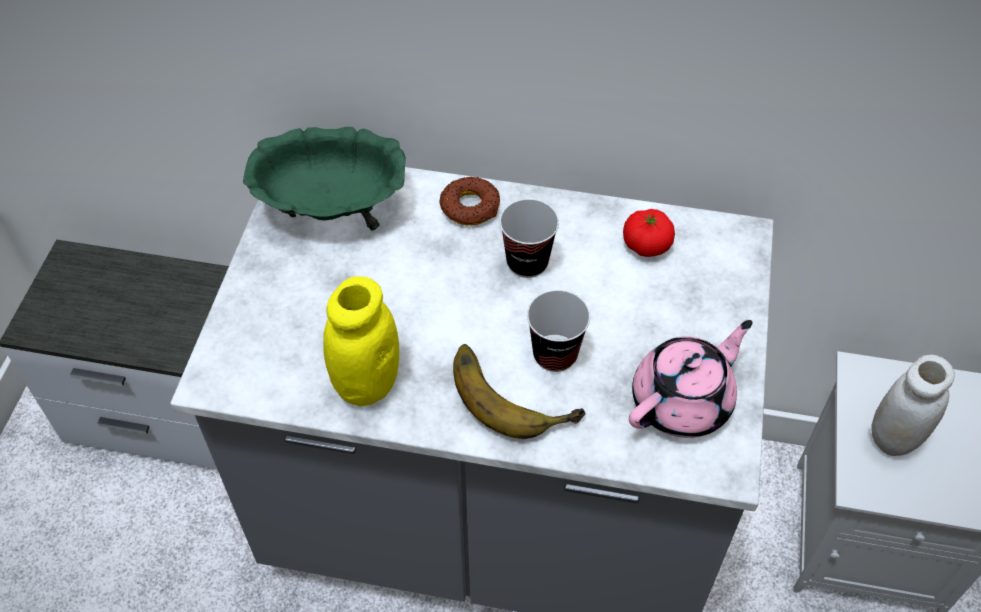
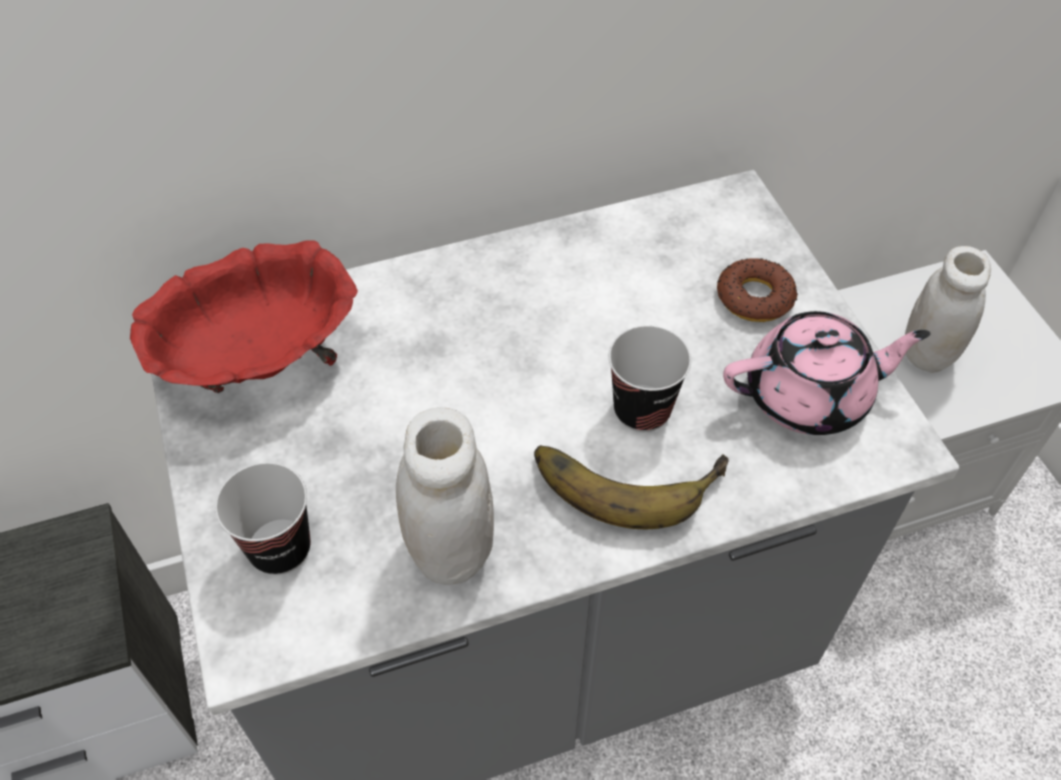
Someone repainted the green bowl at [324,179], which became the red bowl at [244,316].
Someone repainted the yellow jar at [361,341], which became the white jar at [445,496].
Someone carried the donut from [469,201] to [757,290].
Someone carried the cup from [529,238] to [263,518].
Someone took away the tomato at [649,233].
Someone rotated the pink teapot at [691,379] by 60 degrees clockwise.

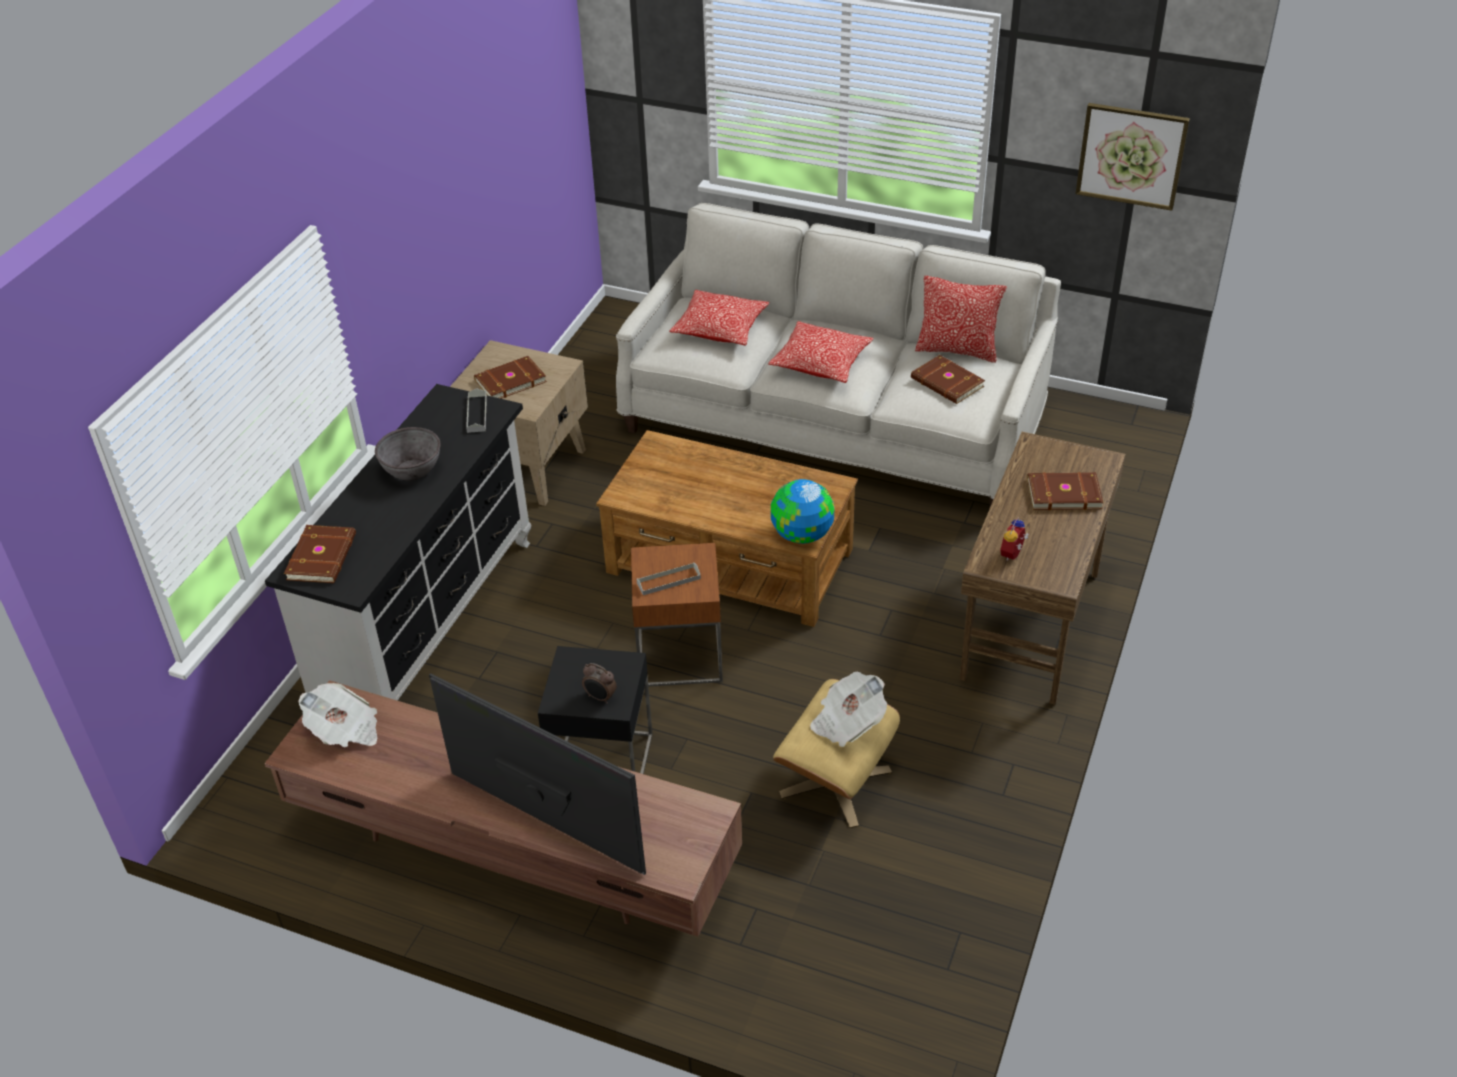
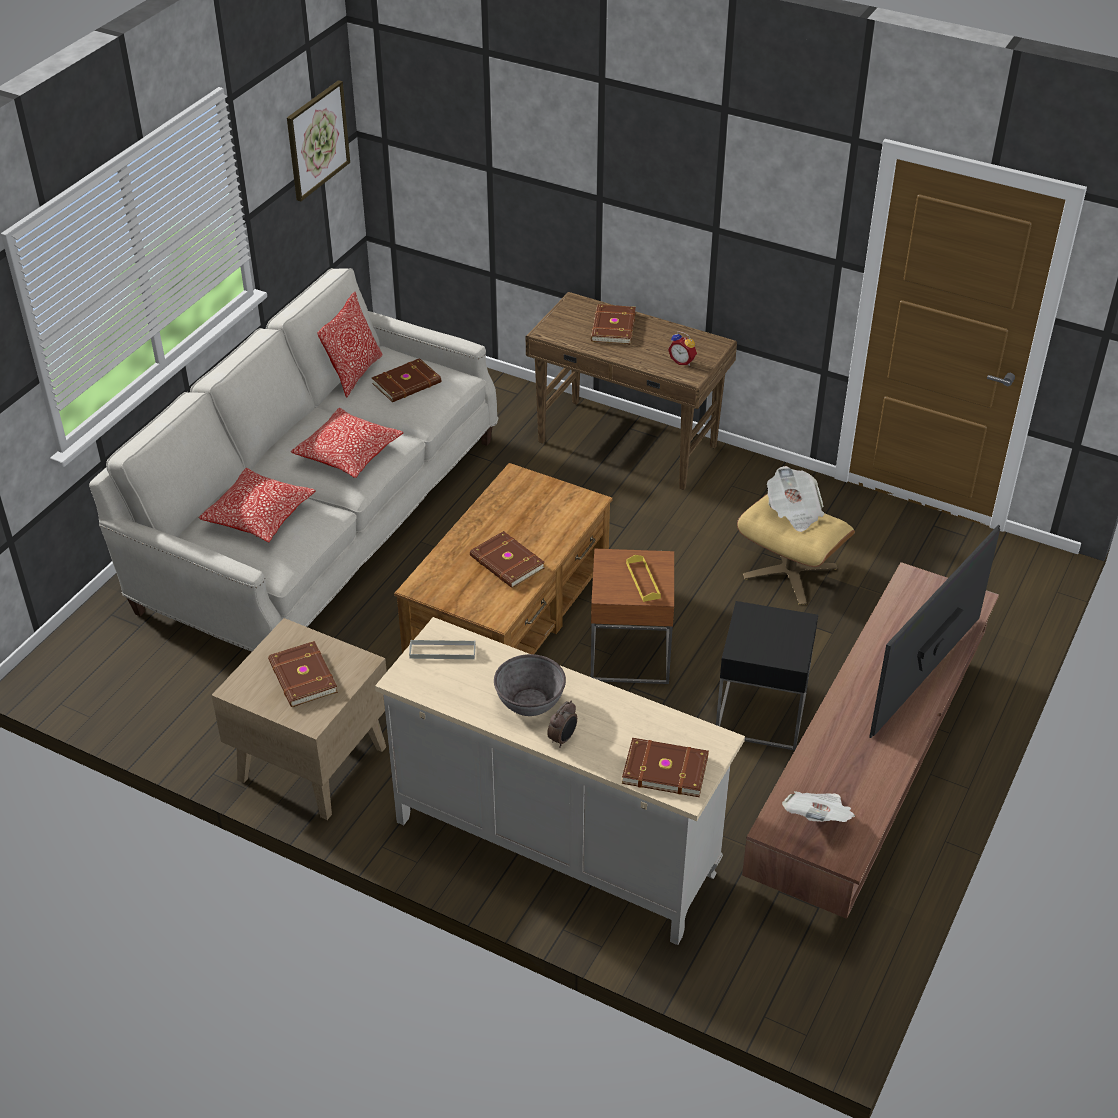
Someone repainted the black dresser at [398,542], which became the beige dresser at [560,781].
Someone carried the alarm clock from [599,683] to [562,724].
Someone repainted the grey tray at [669,578], which became the yellow tray at [643,578].
Someone took away the globe at [802,511].
Someone put down the brown book at [507,559].

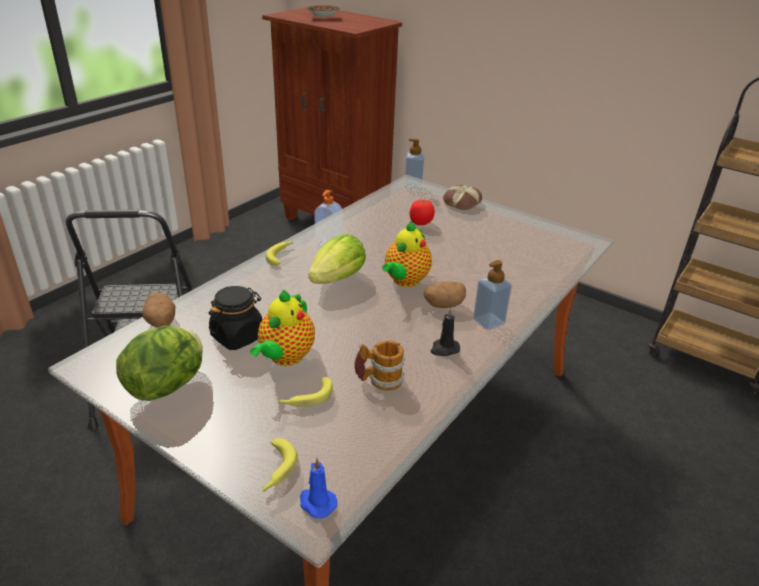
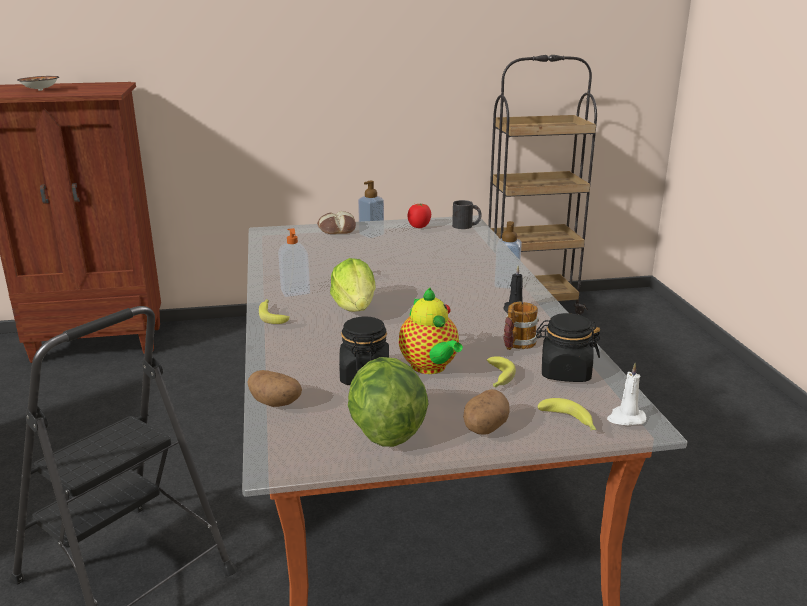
Someone repainted the blue candle at [318,488], which became the white candle at [627,394].
Someone took away the teapot at [407,254].
Someone carried the soap dispenser from [414,164] to [371,209].
Someone carried the tomato from [422,212] to [419,215].
Someone carried the potato from [444,294] to [486,412].
Someone put down the black mug at [467,214].
Someone put down the black jar at [568,347].

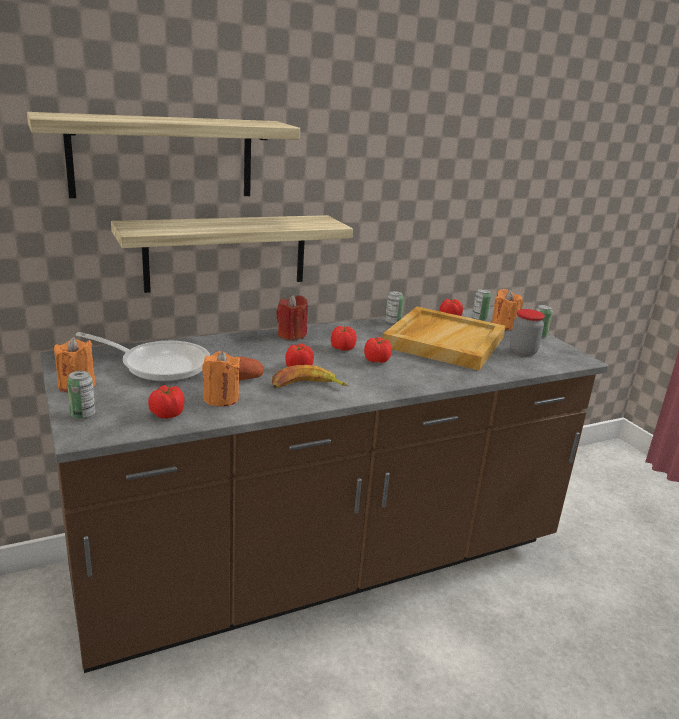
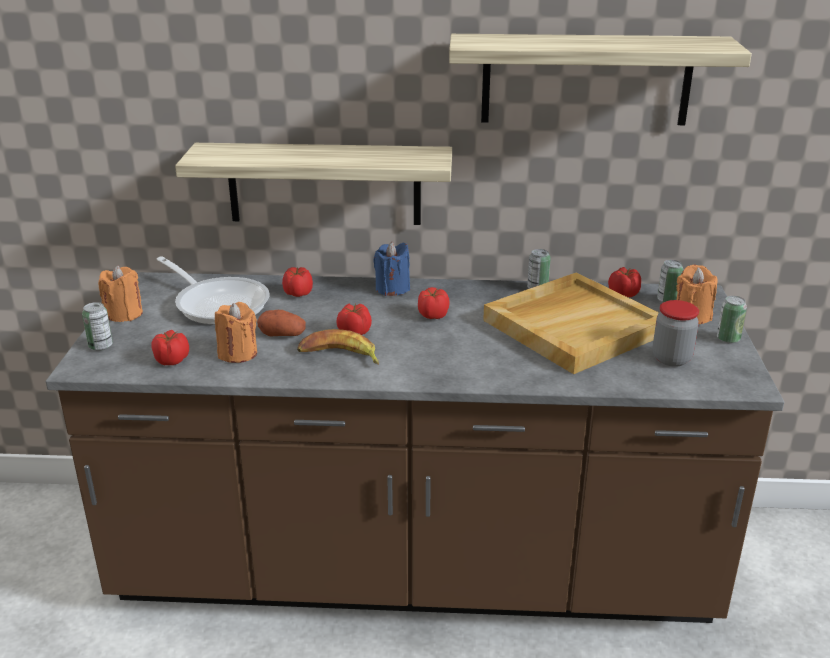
Someone carried the shelf from [163,155] to [600,79].
Someone repainted the red candle at [292,317], which became the blue candle at [391,268].
Someone carried the tomato from [378,350] to [297,282].

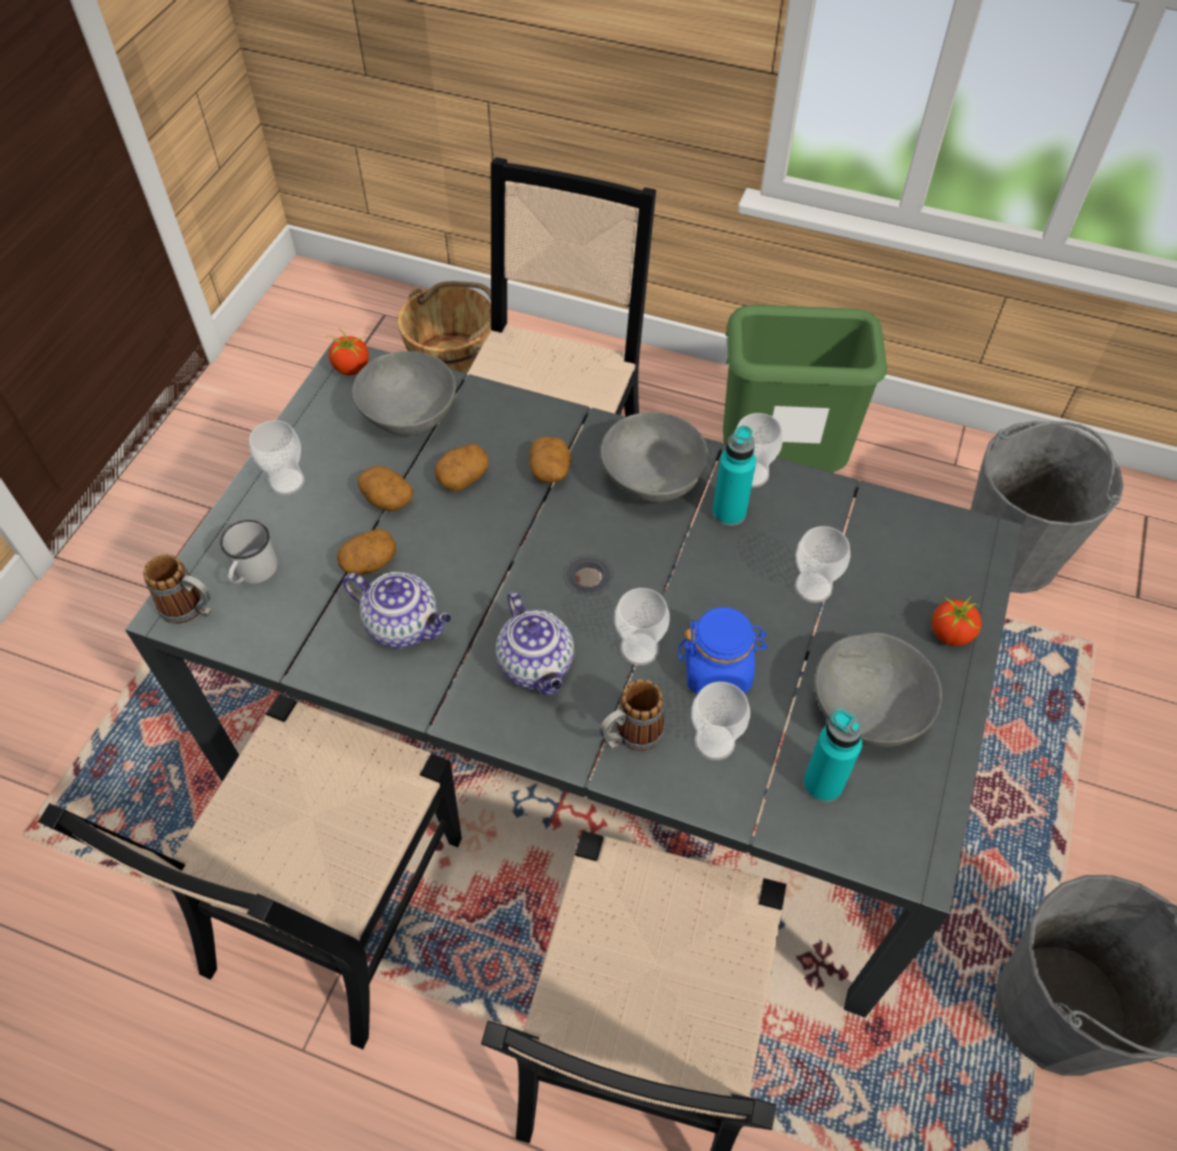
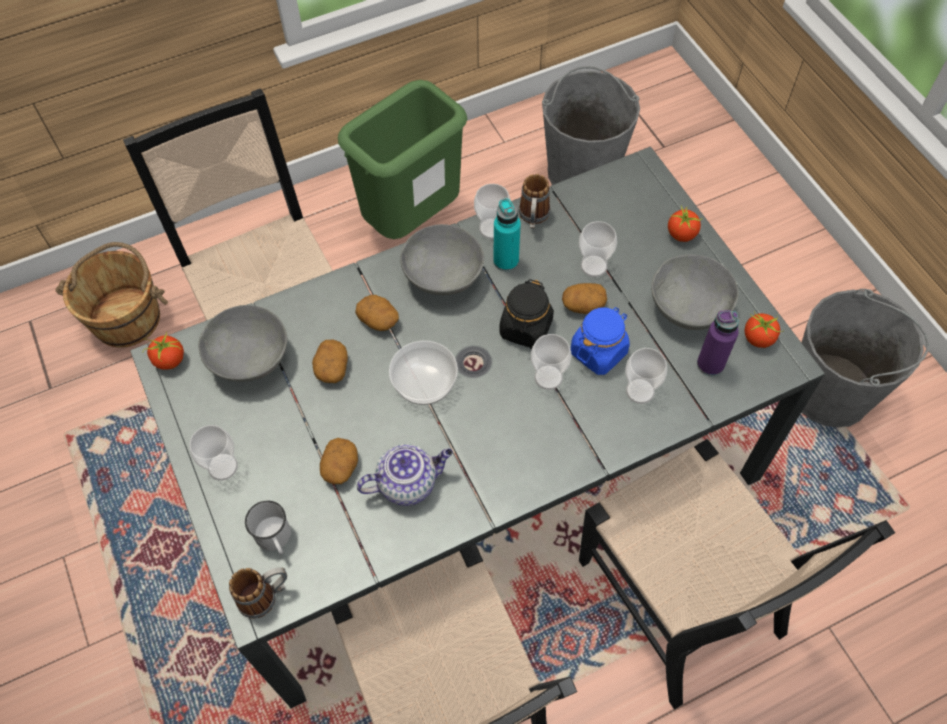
Someone carried the potato from [385,488] to [584,298].
Someone took away the teapot at [535,643].
Someone carried the mug from [632,715] to [534,201].
Someone repainted the turquoise bottle at [832,755], which became the purple bottle at [718,343].
Someone put down the bowl at [423,373].
Someone put down the black jar at [526,313].
Someone put down the tomato at [764,329].

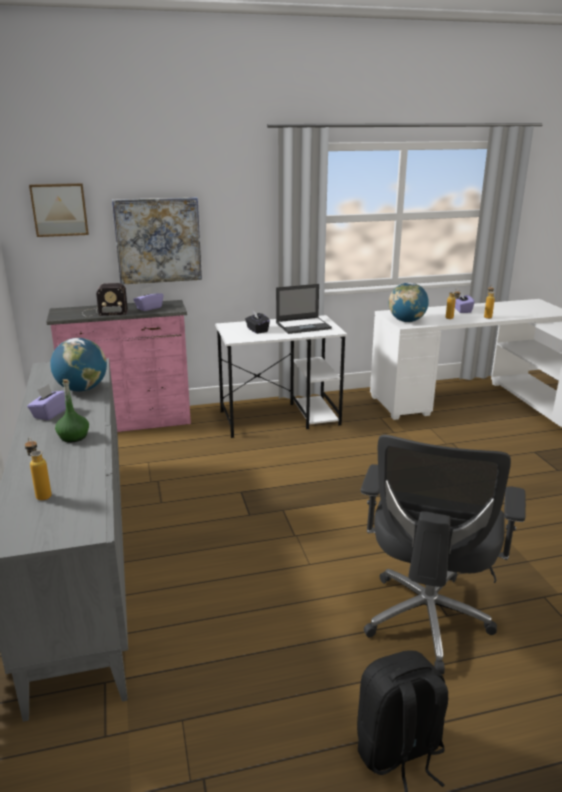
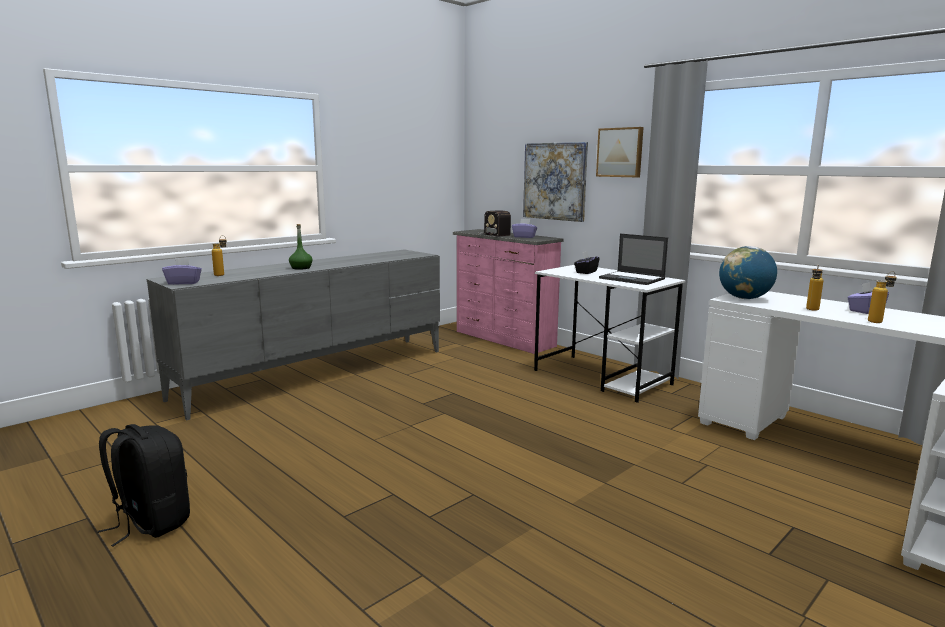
Someone carried the purple tissue box from [46,402] to [182,271].
Someone carried the picture from [59,210] to [619,152].
Someone took away the globe at [78,365].
Someone took away the office chair at [443,554].

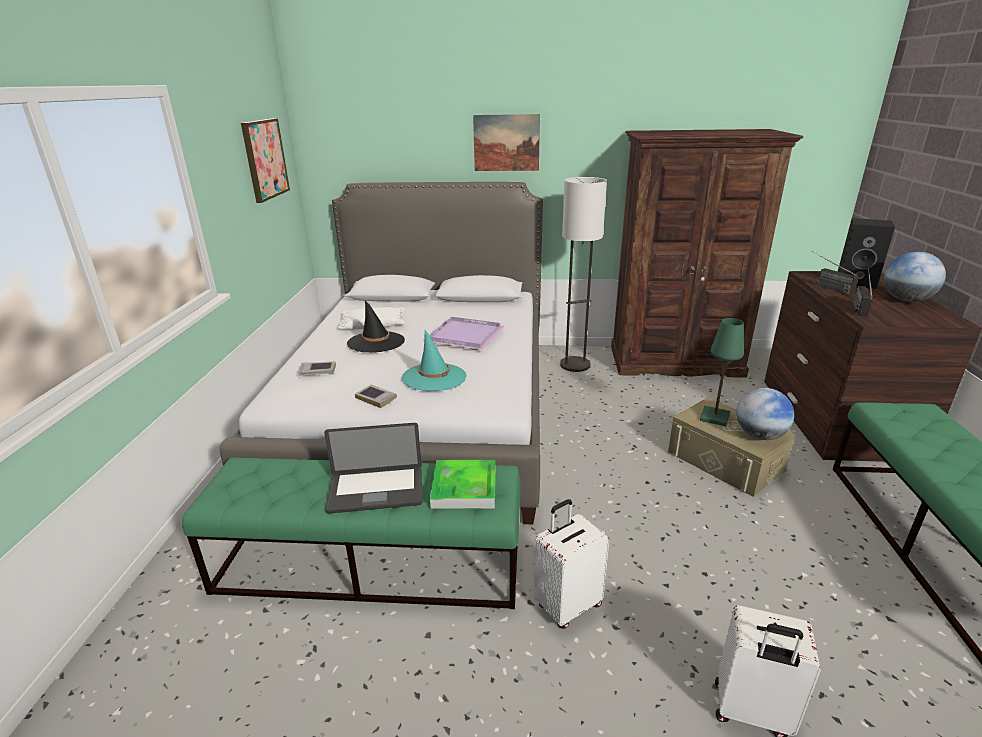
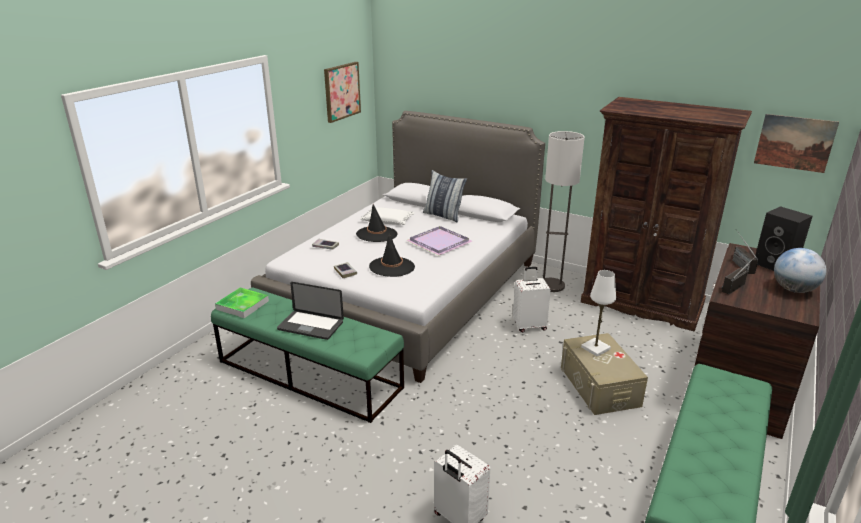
Someone repainted the turquoise hat at [434,360], which became the black hat at [392,255].
Someone carried the tray from [462,484] to [242,302].
Someone carried the picture from [506,142] to [796,143].
Someone carried the white suitcase from [571,564] to [532,299].
Someone repainted the green table lamp at [722,372], which became the white table lamp at [598,313].
Someone took away the globe at [765,414].
Someone put down the pillow at [445,196].

